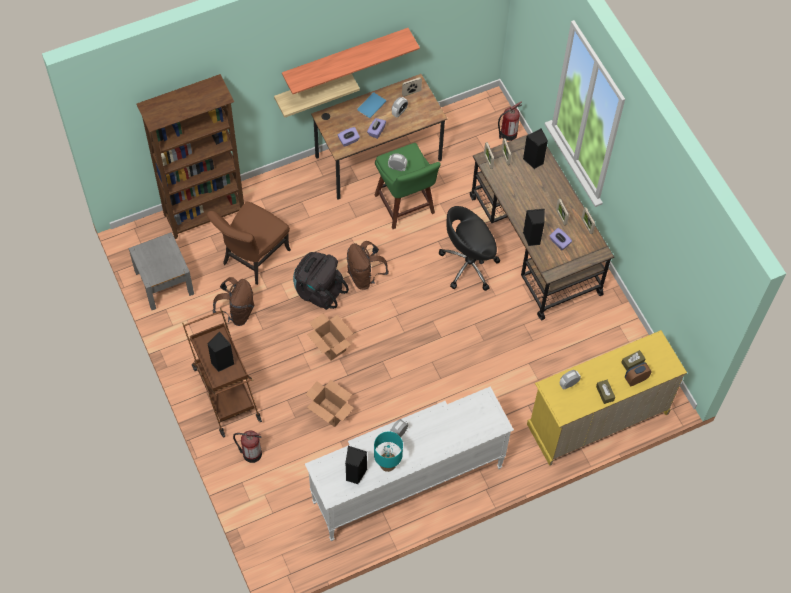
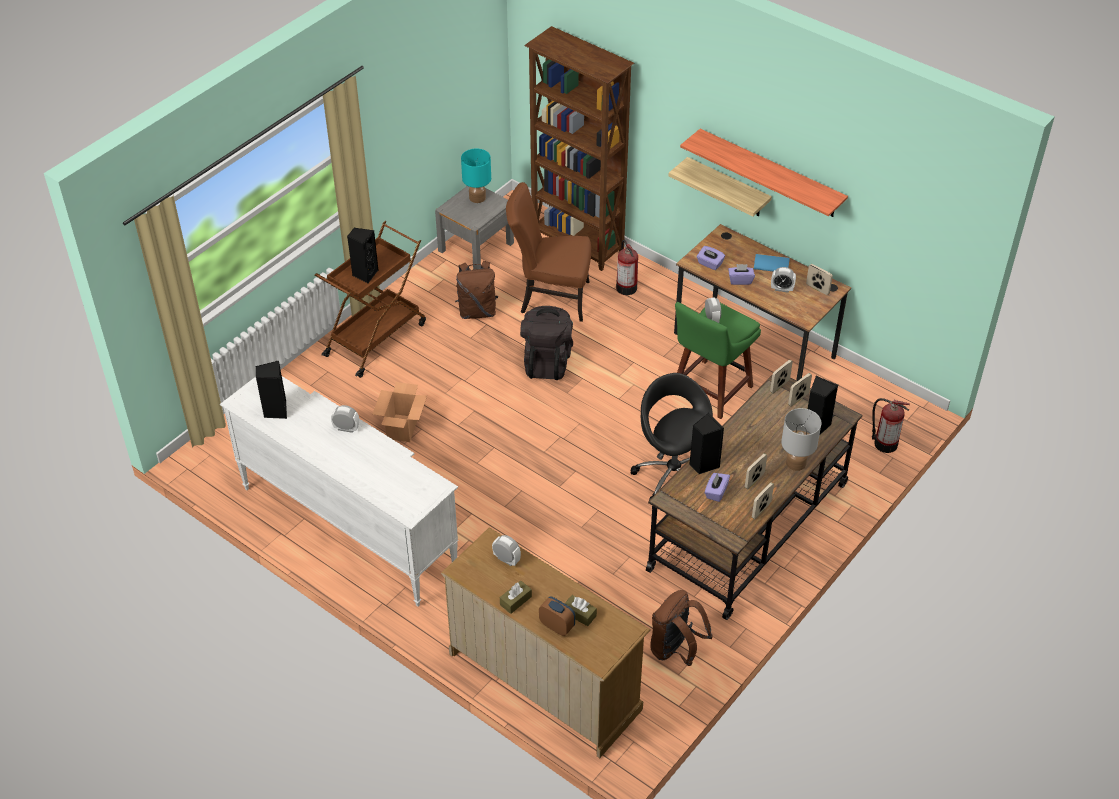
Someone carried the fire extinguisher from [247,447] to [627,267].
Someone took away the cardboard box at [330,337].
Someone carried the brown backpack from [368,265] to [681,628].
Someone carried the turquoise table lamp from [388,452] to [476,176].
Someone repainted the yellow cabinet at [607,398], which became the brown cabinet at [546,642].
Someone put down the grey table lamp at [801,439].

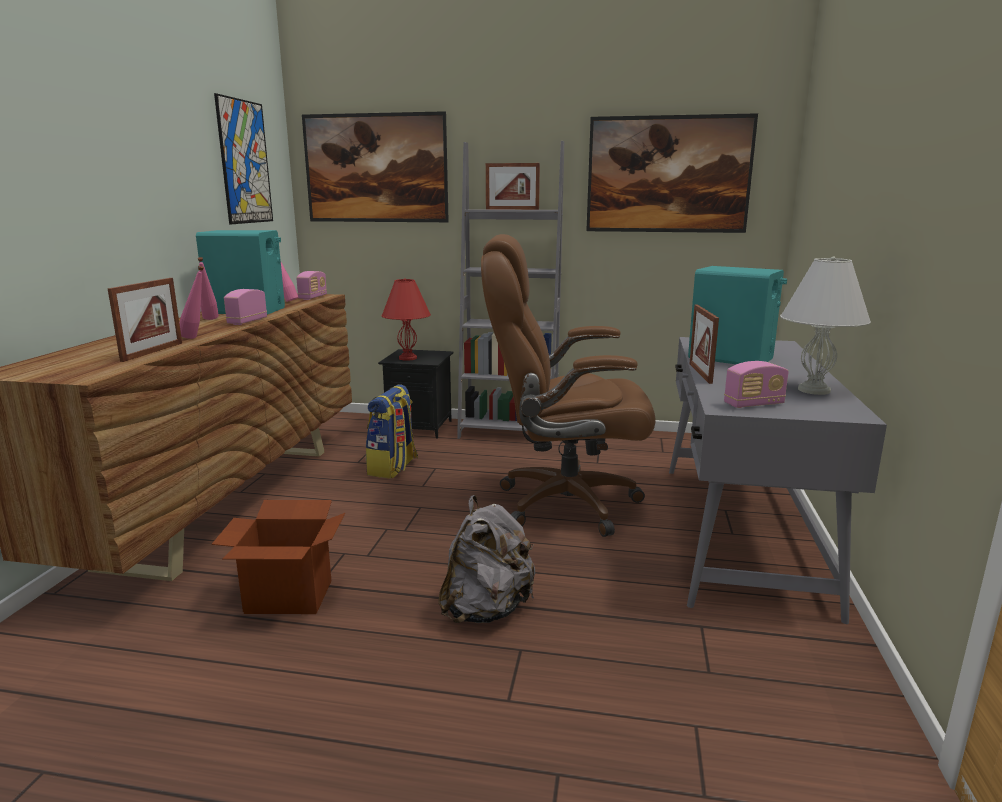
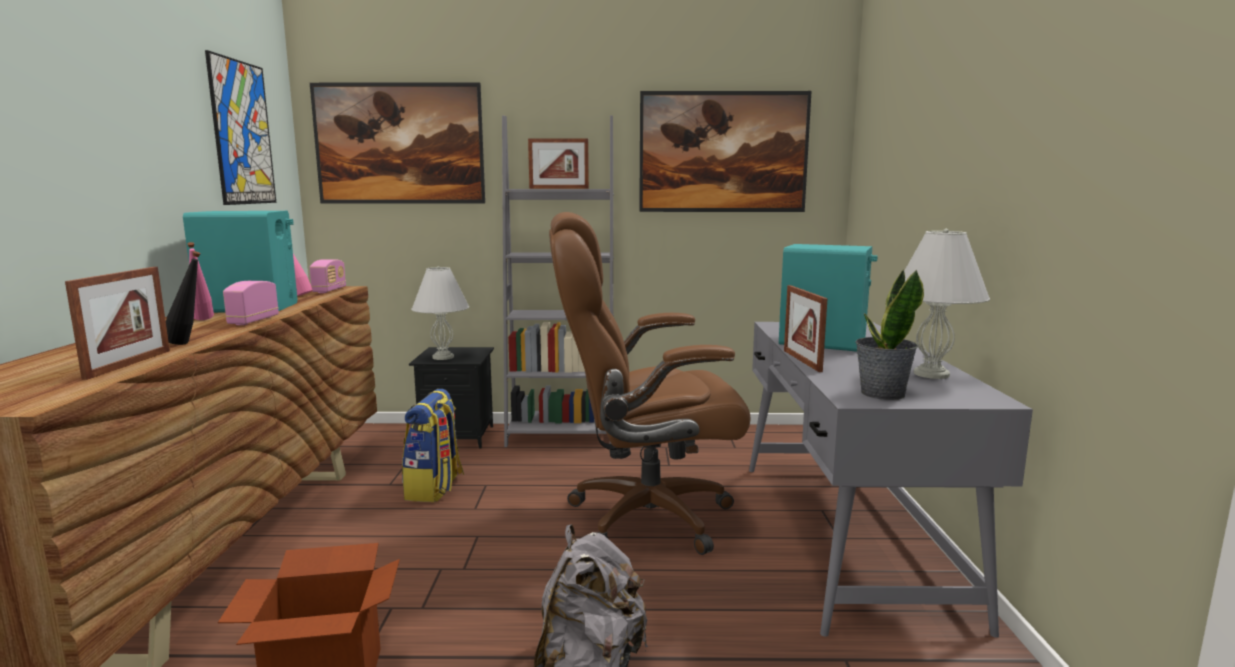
Someone repainted the pink bottle at [191,302], which became the black bottle at [183,298].
Someone repainted the red table lamp at [406,319], which became the white table lamp at [440,313].
Someone swapped the radio at [756,384] for the potted plant at [889,334].

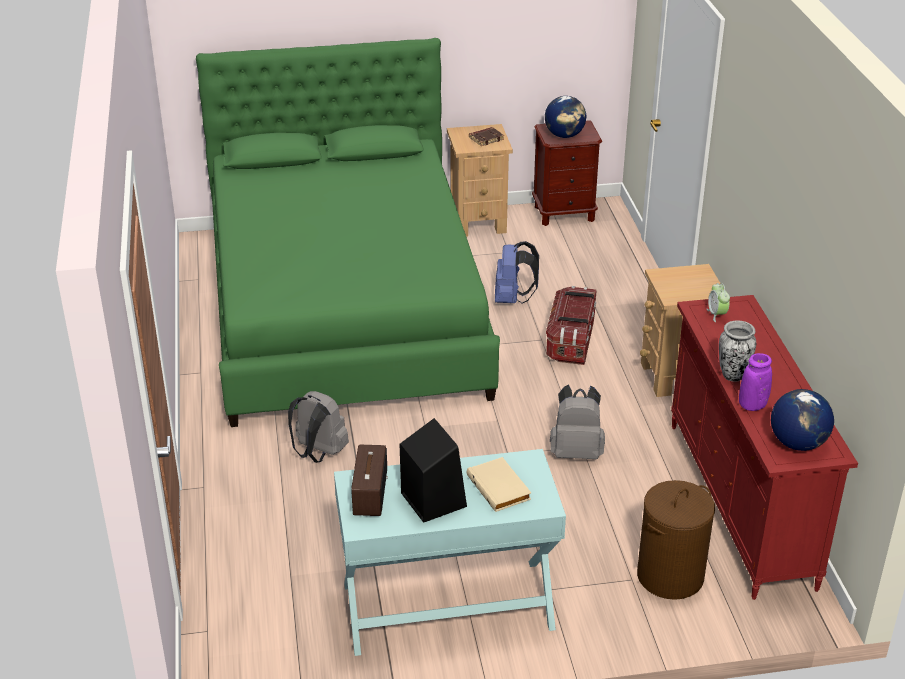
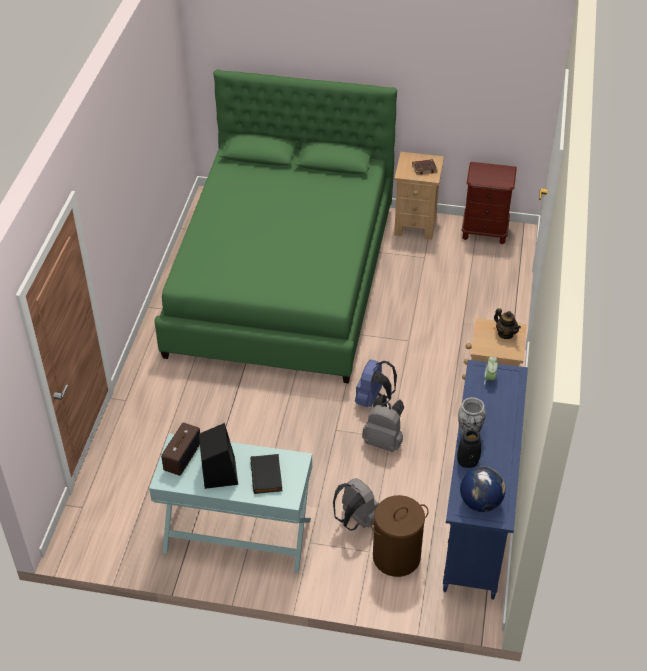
Someone carried the grey backpack from [318,427] to [355,504].
Someone repainted the beige book at [499,484], which became the black book at [266,474].
Someone carried the blue backpack from [517,272] to [376,383].
Someone took away the globe at [565,117].
Someone took away the storage box at [571,325].
Someone repainted the red dresser at [764,447], which became the blue dresser at [485,480].
Someone repainted the purple vase at [755,382], which became the black vase at [469,449].
Someone put down the teapot at [507,323].

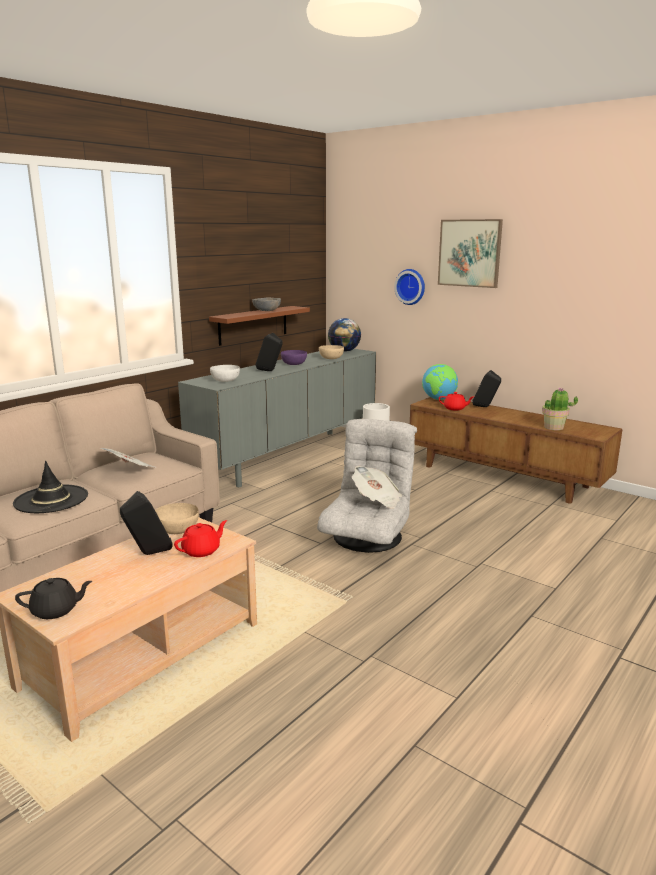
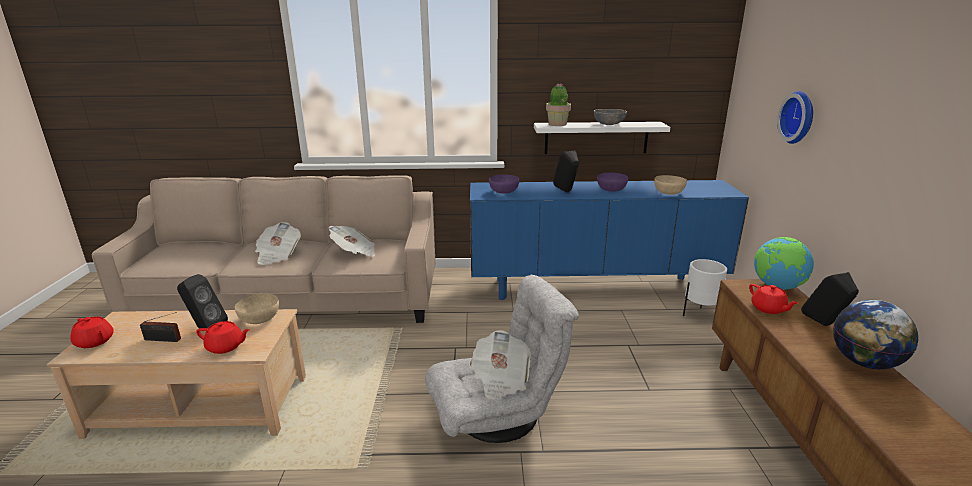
Someone swapped the black hat at [50,487] for the newspaper at [278,243].
Someone repainted the black teapot at [53,598], which became the red teapot at [92,332].
Someone repainted the grey cabinet at [277,418], which became the blue cabinet at [609,240].
Someone repainted the brown shelf at [259,326], which became the white shelf at [602,138].
Someone repainted the white bowl at [225,373], which became the purple bowl at [504,184].
Someone carried the globe from [344,335] to [875,334].
Someone took away the picture at [470,253].
Someone carried the potted plant from [560,408] to [558,104].
Someone put down the radio at [160,327].

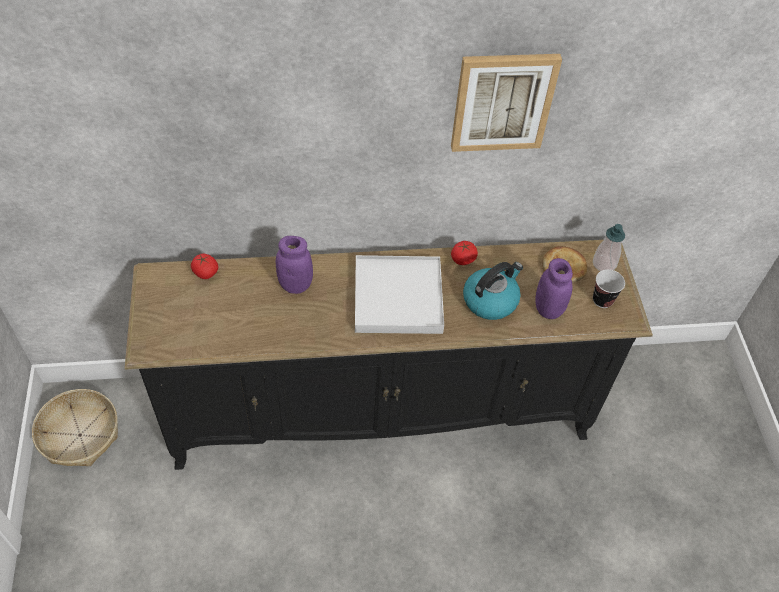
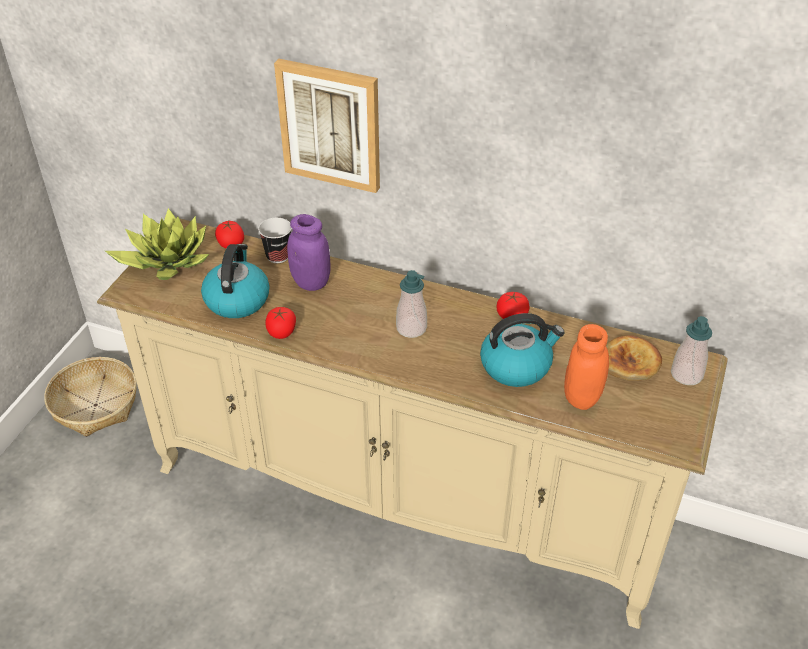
Someone repainted the black cabinet at [389,355], which became the beige cabinet at [412,423].
Someone swapped the white tray at [399,294] for the soap dispenser at [411,304].
Someone carried the picture from [506,103] to [327,126].
Someone repainted the purple jar at [554,288], which became the orange jar at [586,367].
Someone carried the cup from [609,288] to [275,240].
Someone put down the potted plant at [157,244].
Someone put down the kettle at [235,281].
Someone put down the tomato at [280,323].

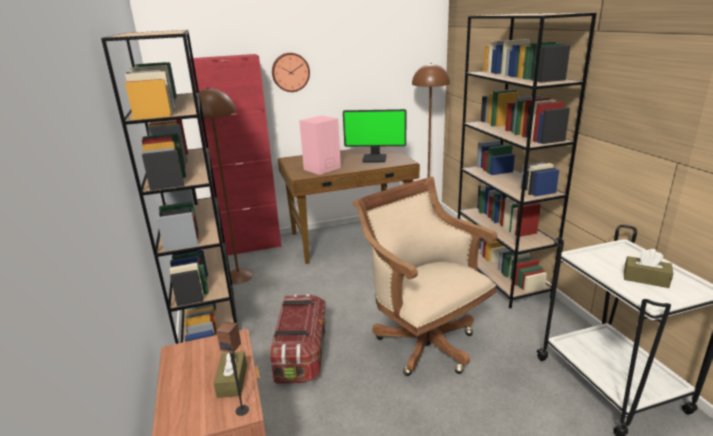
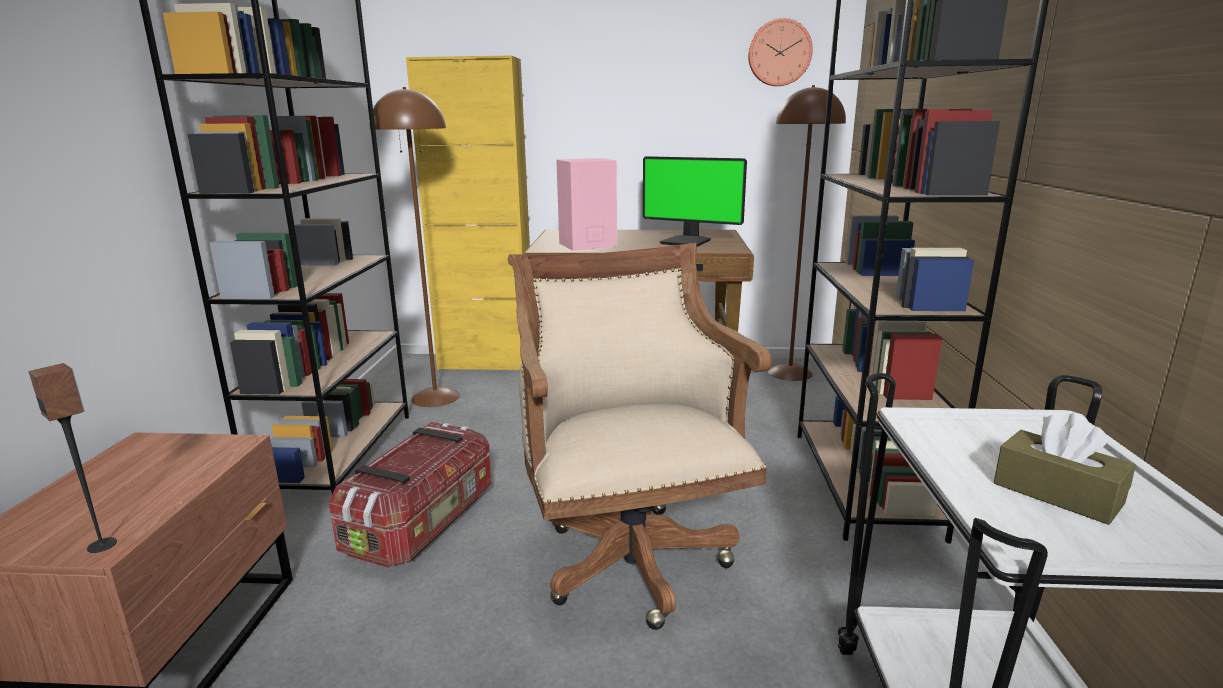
Someone repainted the red cabinet at [236,155], which became the yellow cabinet at [468,212].
Someone took away the brown tissue box at [230,374].
Someone carried the wall clock from [291,72] to [780,52].

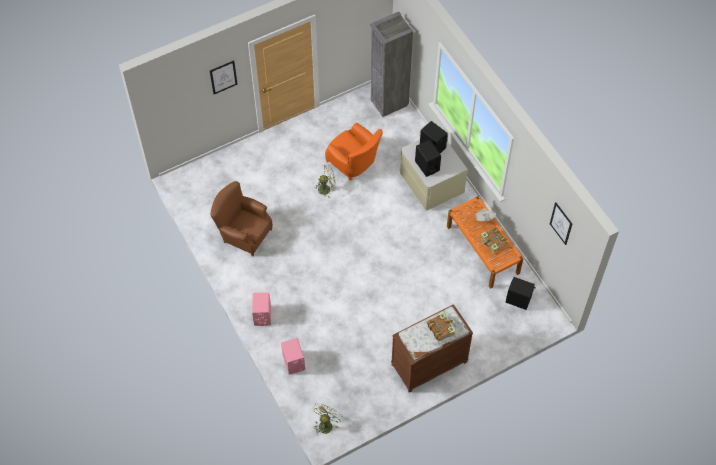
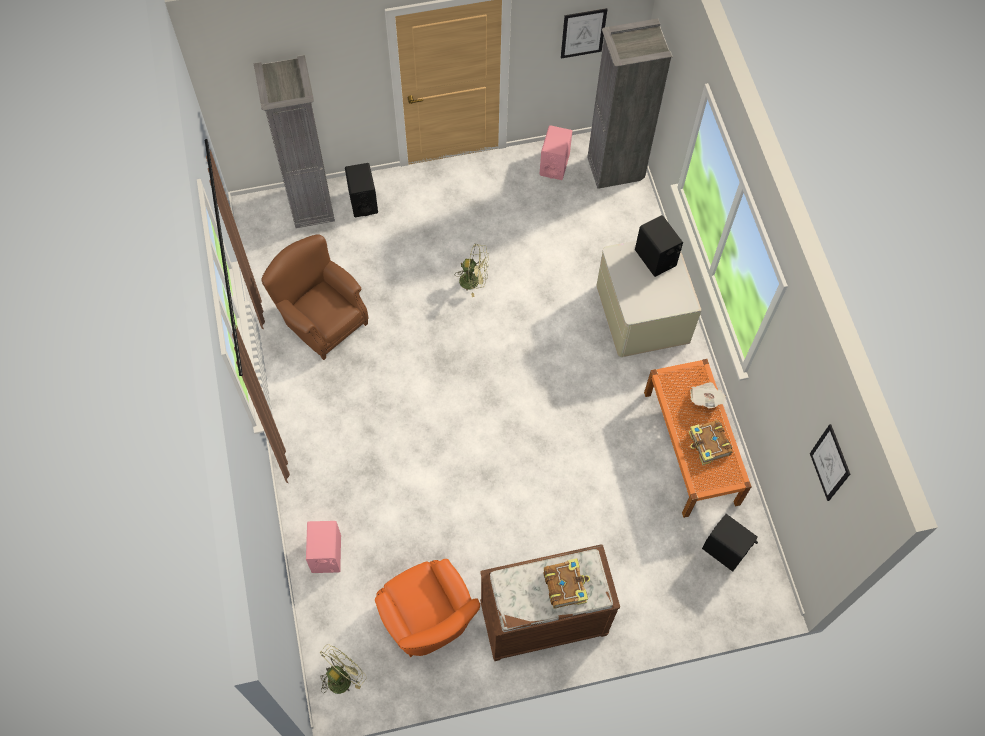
Someone carried the picture from [224,77] to [584,33].
Someone carried the pink speaker from [261,309] to [555,152].
Someone carried the orange armchair from [354,152] to [427,608].
Someone carried the black speaker from [428,158] to [361,190].
Someone put down the grey cabinet at [294,142].

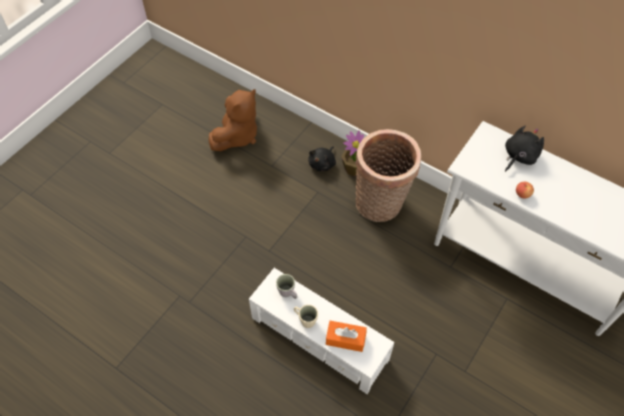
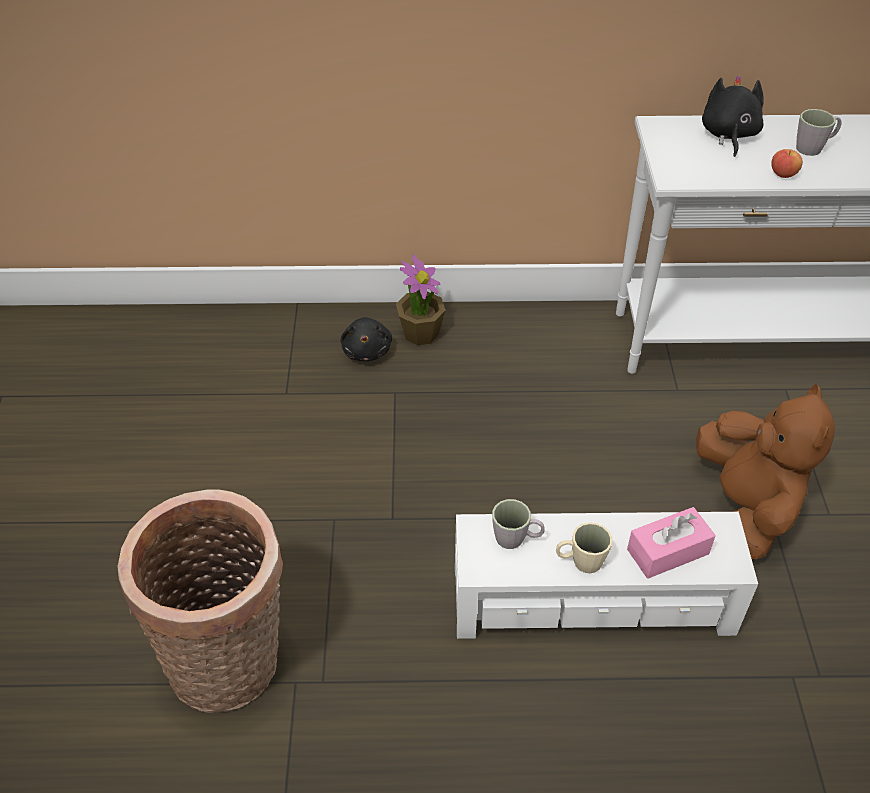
Someone carried the brown plush toy from [232,120] to [765,471].
Someone repainted the orange tissue box at [346,336], which became the pink tissue box at [671,542].
Someone carried the basket from [388,175] to [200,601].
Someone put down the grey mug at [818,132].

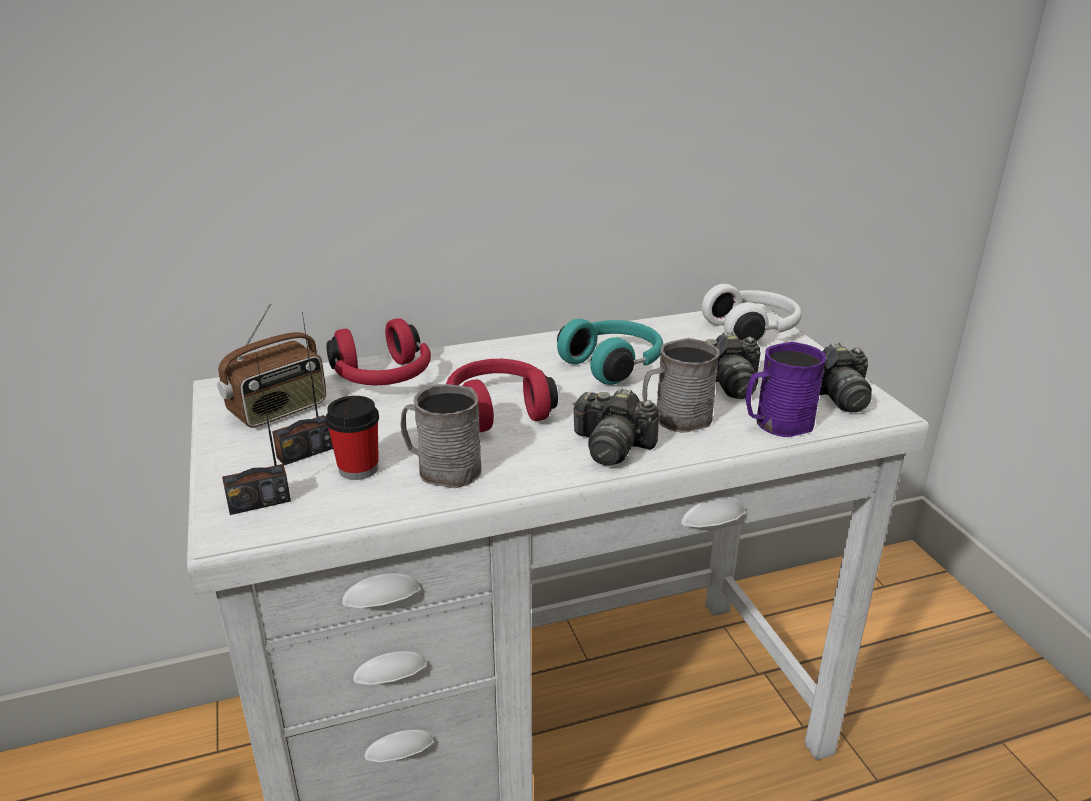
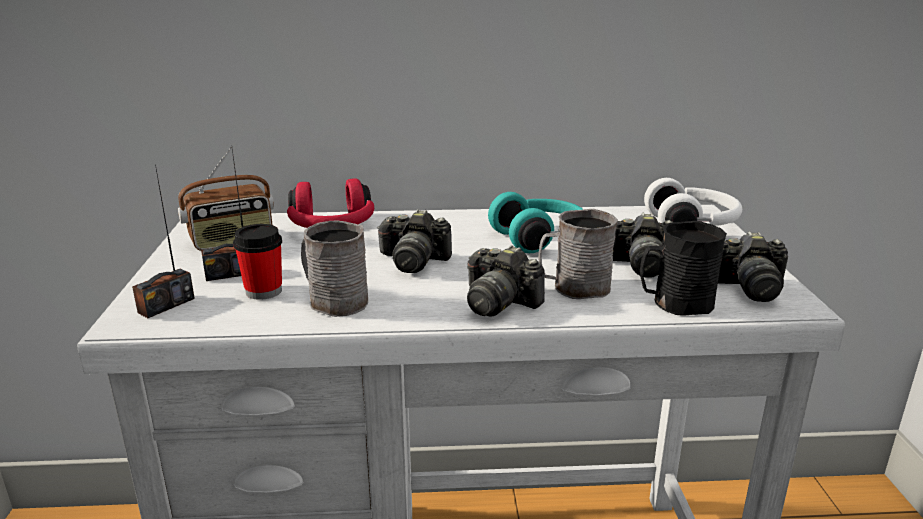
Someone rotated the radio at [256,435] by 45 degrees counterclockwise.
Someone swapped the red headphones at [502,395] for the photo camera at [414,241].
Someone repainted the purple mug at [786,389], which became the black mug at [683,268].

